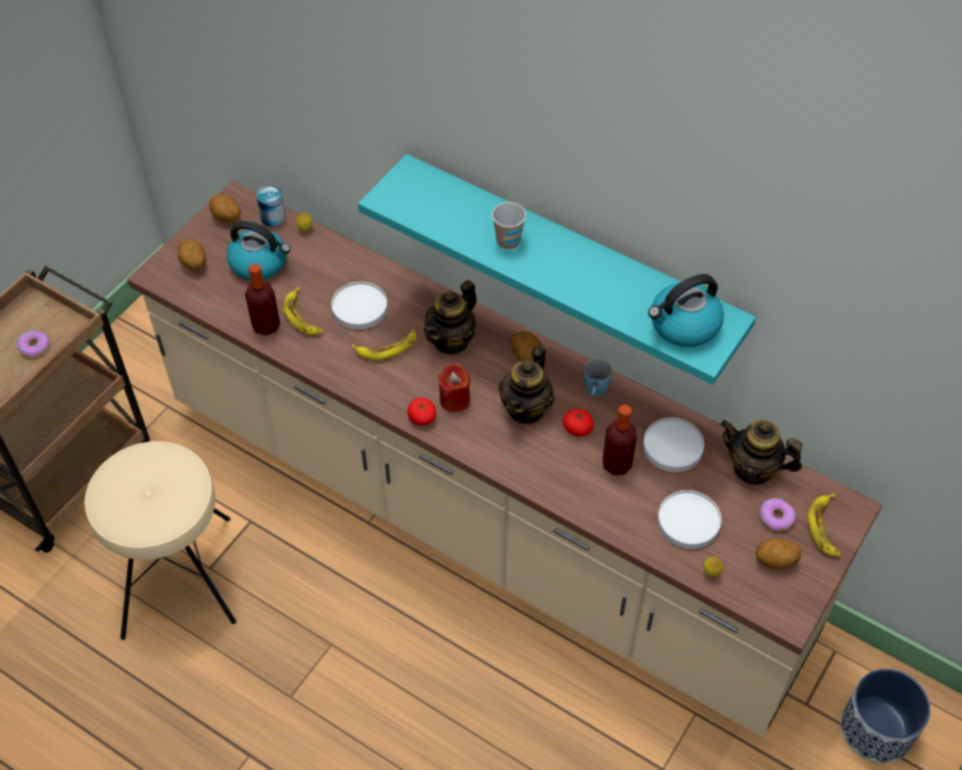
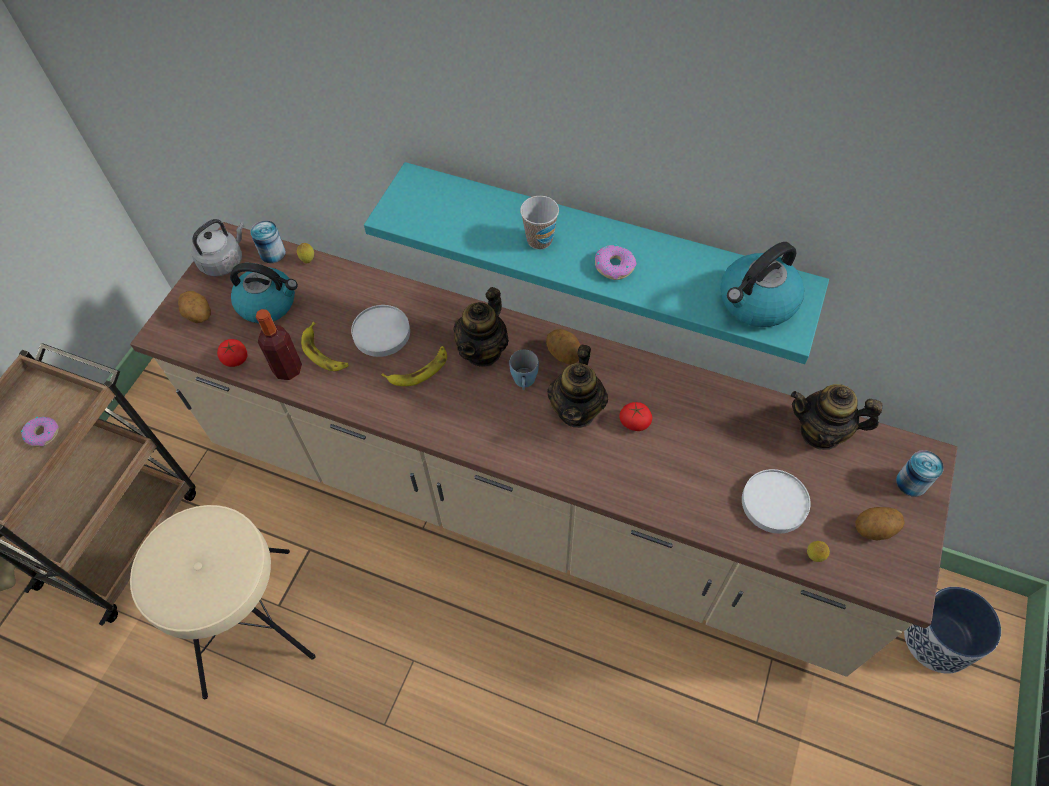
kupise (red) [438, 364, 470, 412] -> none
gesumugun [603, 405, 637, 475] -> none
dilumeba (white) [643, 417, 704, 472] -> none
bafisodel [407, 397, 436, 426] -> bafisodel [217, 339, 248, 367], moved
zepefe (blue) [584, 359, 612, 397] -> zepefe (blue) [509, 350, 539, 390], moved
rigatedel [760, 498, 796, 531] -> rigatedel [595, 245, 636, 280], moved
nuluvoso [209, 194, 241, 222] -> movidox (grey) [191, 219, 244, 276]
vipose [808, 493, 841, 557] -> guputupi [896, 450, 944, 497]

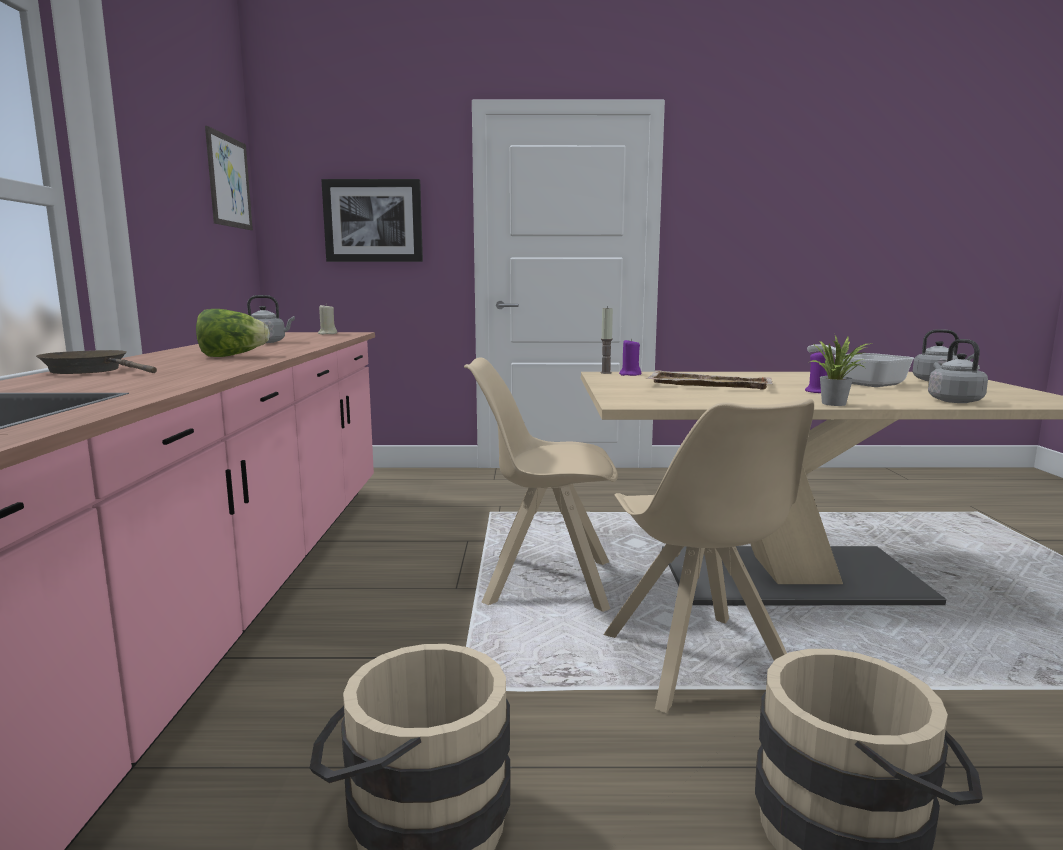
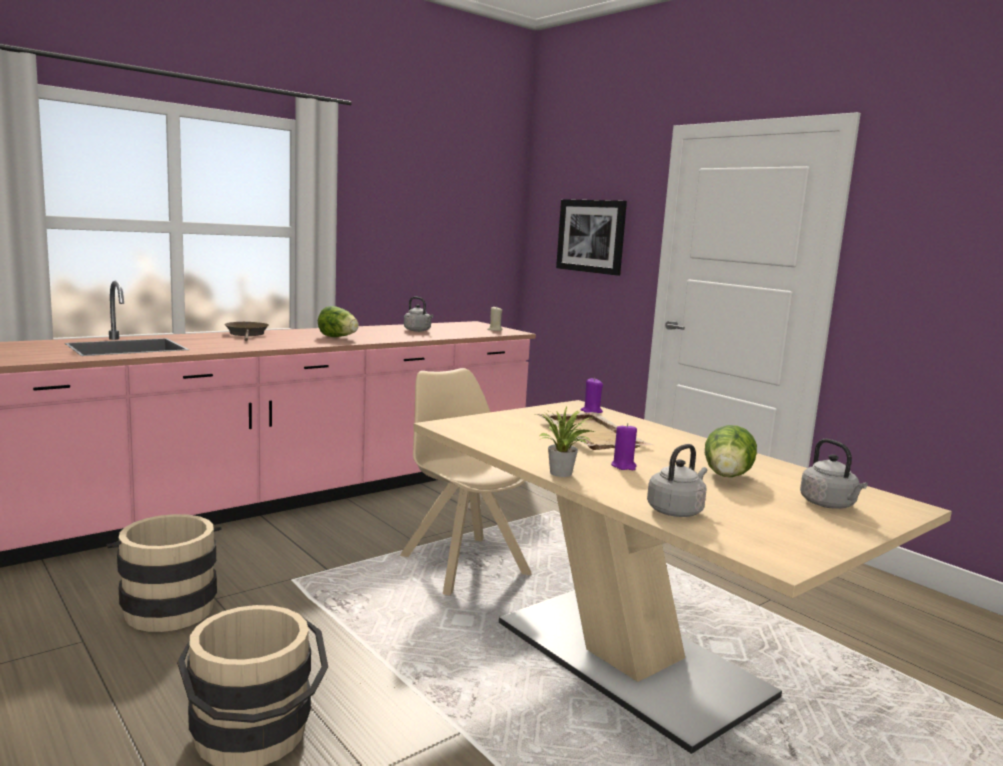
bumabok [205, 126, 253, 230] -> none
kupise [600, 306, 613, 374] -> none
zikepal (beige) [604, 398, 814, 713] -> none
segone [807, 344, 914, 387] -> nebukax [705, 425, 757, 477]

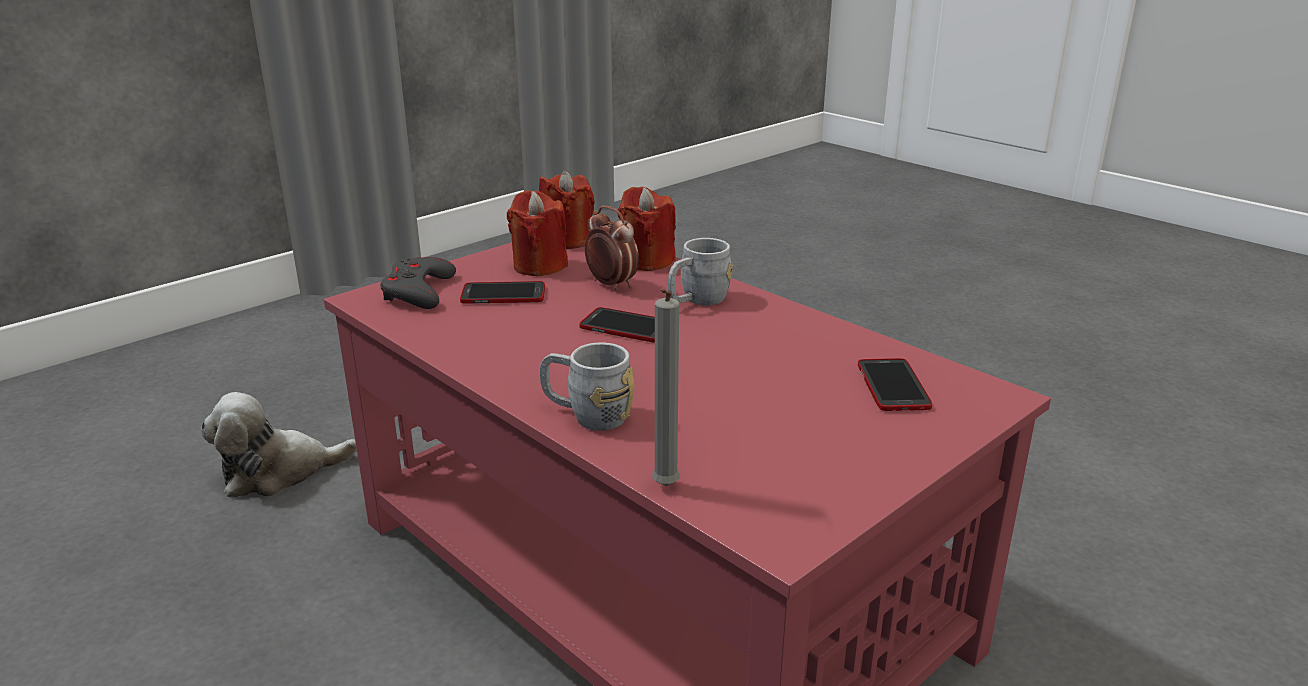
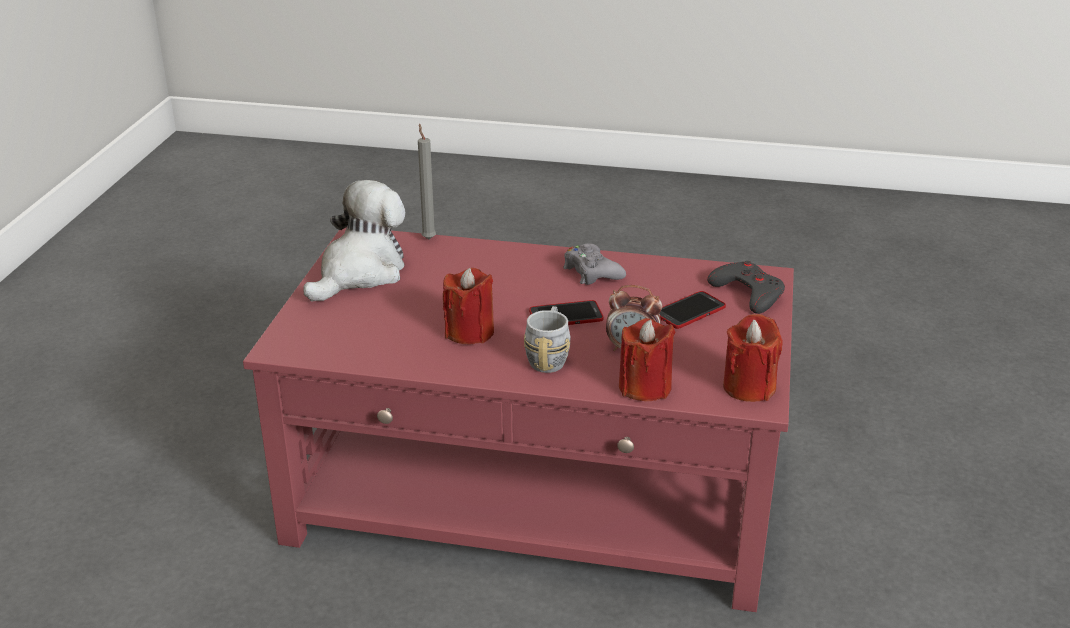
zepefe (grey) [540, 343, 634, 431] -> none
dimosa [858, 358, 932, 411] -> none
none -> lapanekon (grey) [563, 244, 626, 285]
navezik [201, 392, 357, 497] -> navezik [304, 180, 405, 302], moved
kupise (red) [507, 191, 568, 276] -> kupise (red) [443, 268, 494, 344], moved

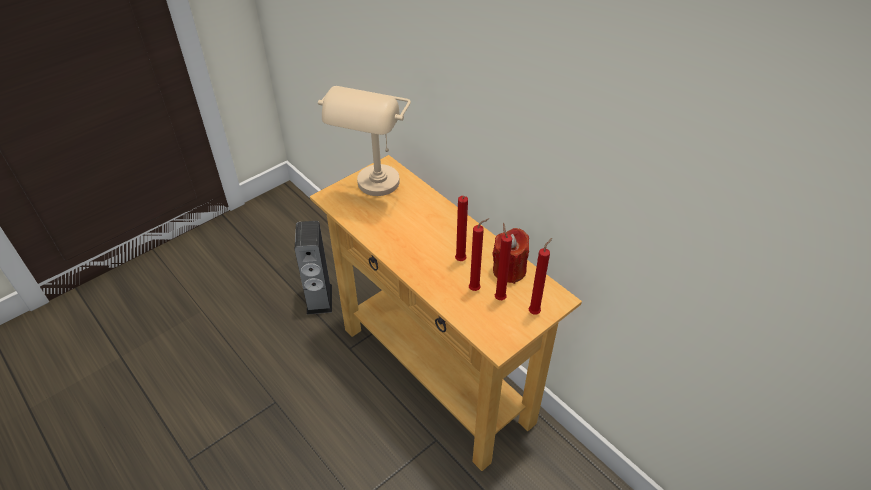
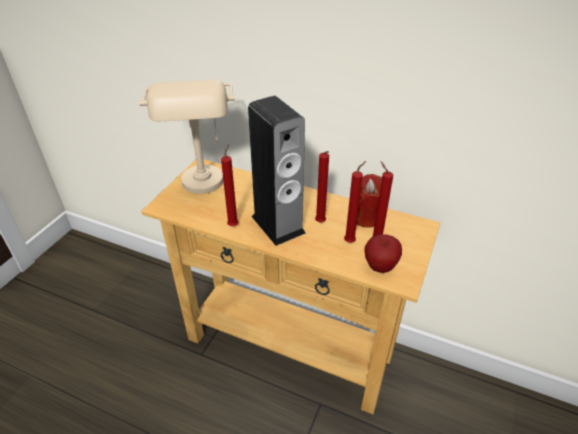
none -> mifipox [364, 234, 402, 273]
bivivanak [295, 221, 332, 315] -> bivivanak [248, 96, 306, 246], moved
kupise (red) [529, 238, 552, 314] -> kupise (red) [221, 145, 238, 226], moved

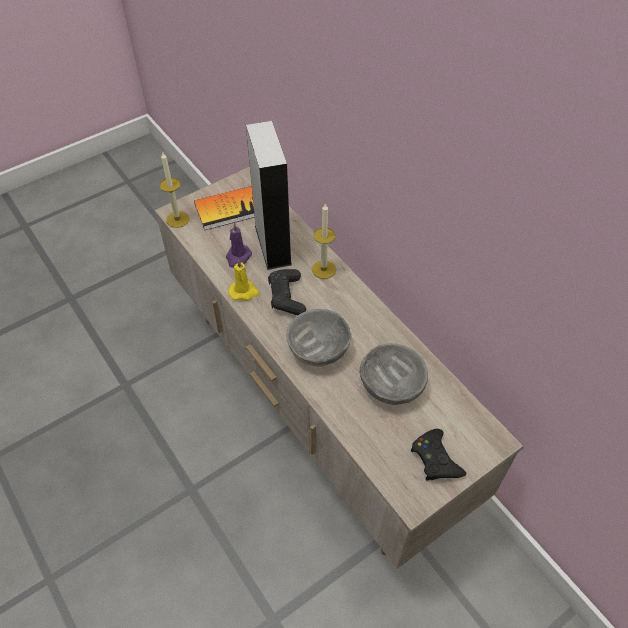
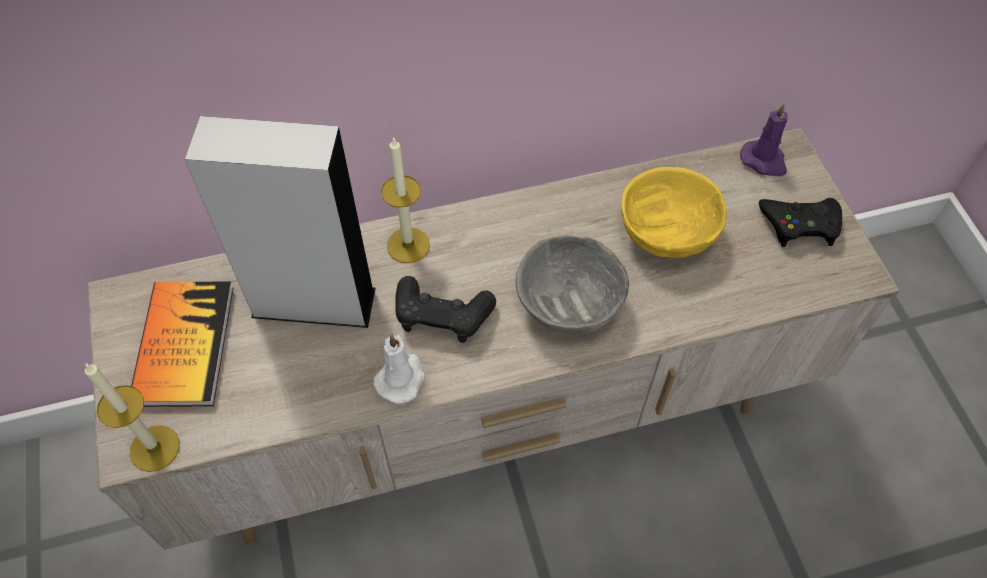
kupise (purple) [226, 223, 252, 268] -> kupise (purple) [740, 103, 788, 176], moved
kupise (yellow) [229, 259, 259, 301] -> kupise (white) [373, 334, 426, 404]
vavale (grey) [360, 343, 428, 405] -> vavale (yellow) [621, 167, 727, 258]

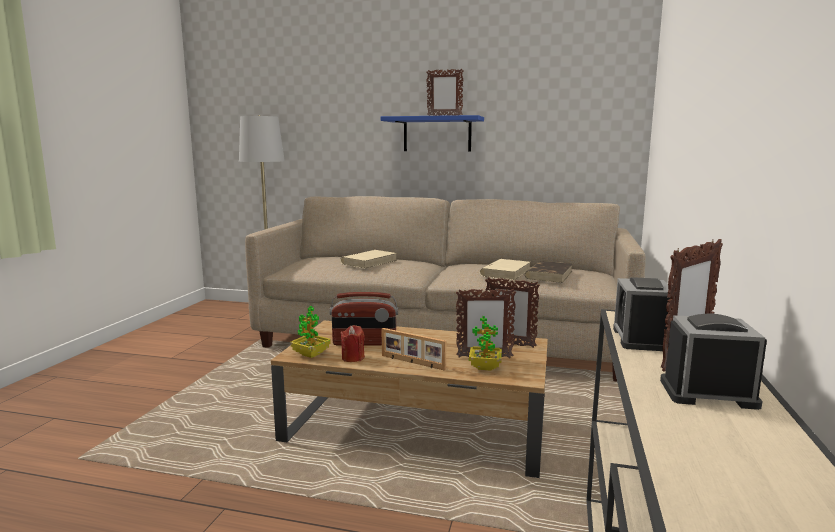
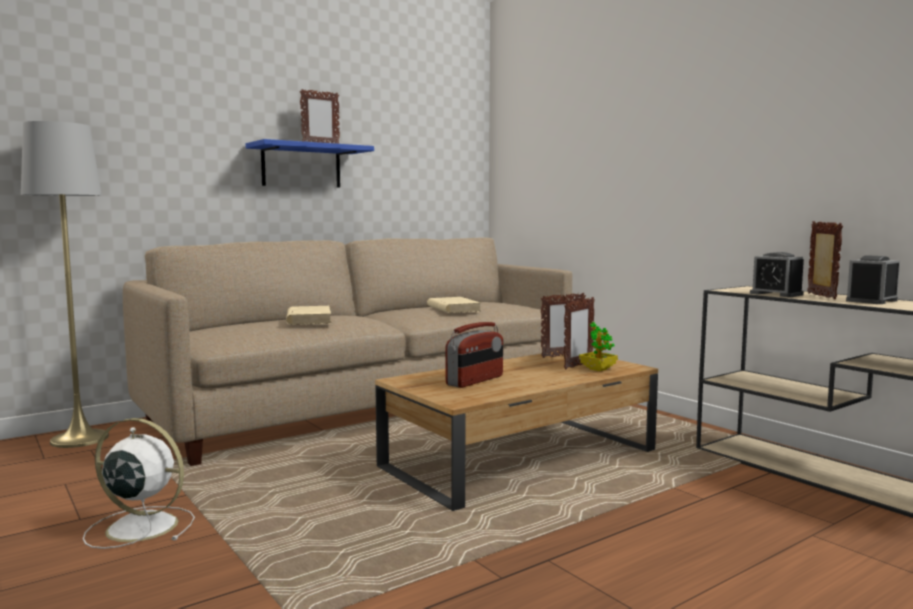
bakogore [291, 306, 331, 358] -> none
kupise (red) [340, 325, 365, 362] -> none
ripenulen [382, 328, 446, 371] -> none
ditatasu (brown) [525, 261, 572, 283] -> none
none -> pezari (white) [83, 418, 195, 549]

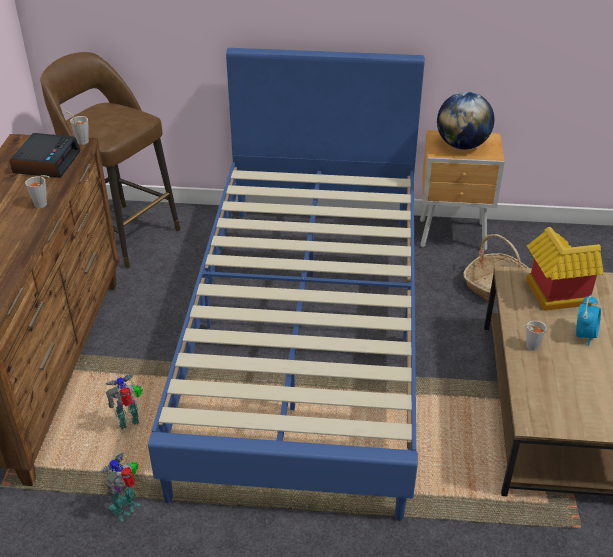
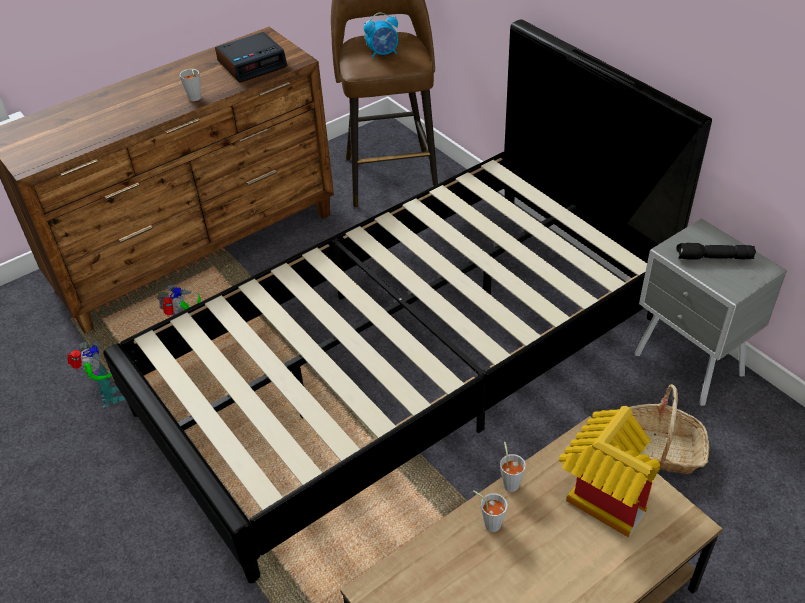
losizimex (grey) [65, 111, 89, 145] -> losizimex (grey) [500, 442, 526, 492], moved
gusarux [576, 295, 601, 346] -> gusarux [364, 12, 398, 59], moved
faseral [437, 92, 494, 149] -> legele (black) [676, 243, 756, 260]
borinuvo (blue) [148, 48, 425, 521] -> borinuvo (black) [103, 19, 712, 583]
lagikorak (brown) [420, 130, 505, 251] -> lagikorak (grey) [635, 218, 787, 406]
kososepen [99, 453, 140, 521] -> kososepen [68, 340, 125, 407], 75 degrees clockwise

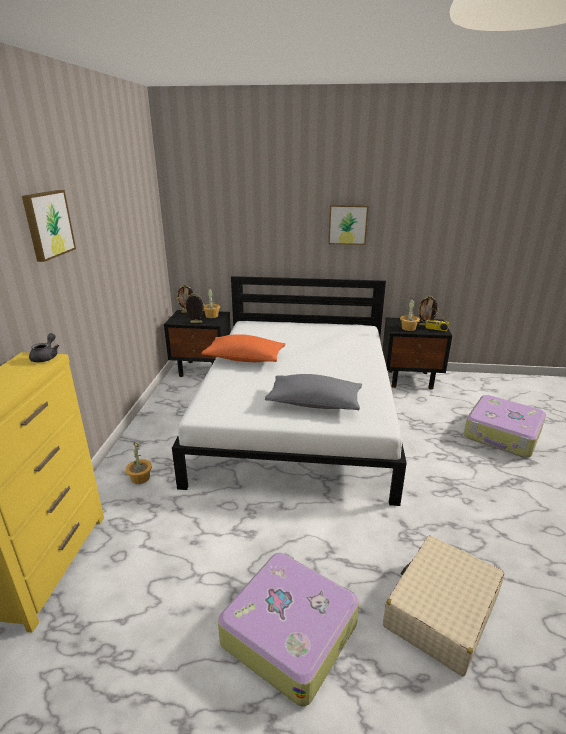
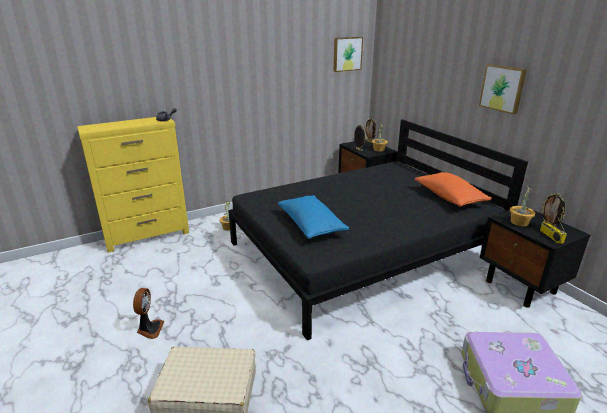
bumabok [22, 190, 76, 262] -> bumabok [333, 37, 363, 72], moved
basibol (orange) [201, 334, 285, 362] -> basibol (orange) [415, 172, 492, 207], moved
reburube [218, 552, 359, 707] -> pezari [133, 288, 164, 339]
borinuvo (white) [172, 276, 407, 506] -> borinuvo (black) [228, 119, 528, 340]
basibol (grey) [265, 374, 362, 410] -> basibol (blue) [278, 195, 349, 239]

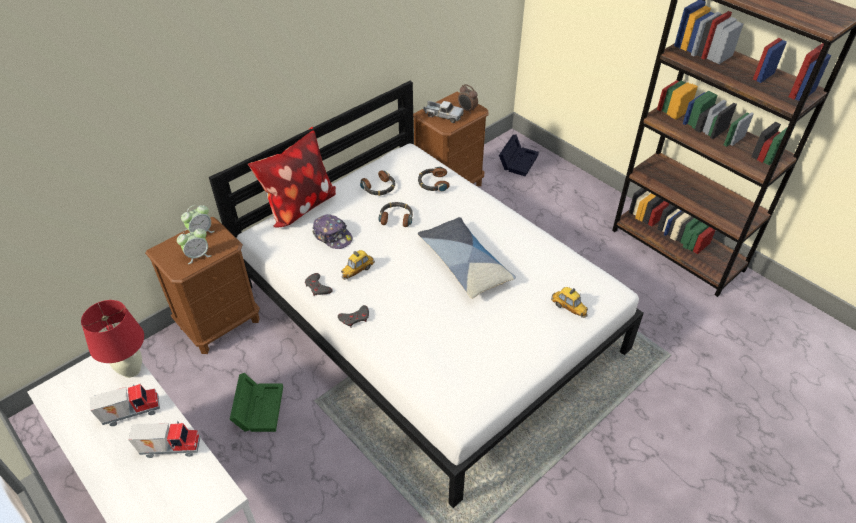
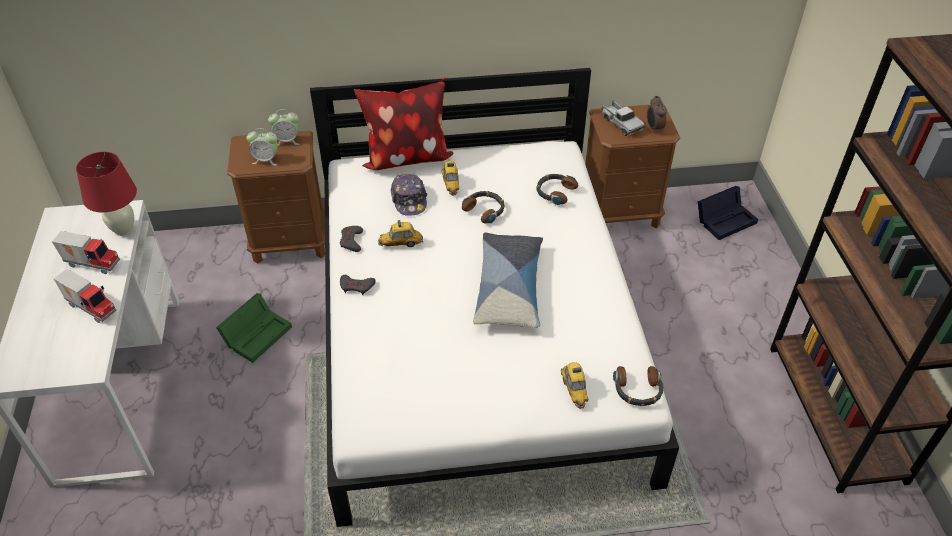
none -> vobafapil [442, 161, 459, 196]
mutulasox [360, 171, 395, 196] -> mutulasox [613, 366, 663, 406], moved

